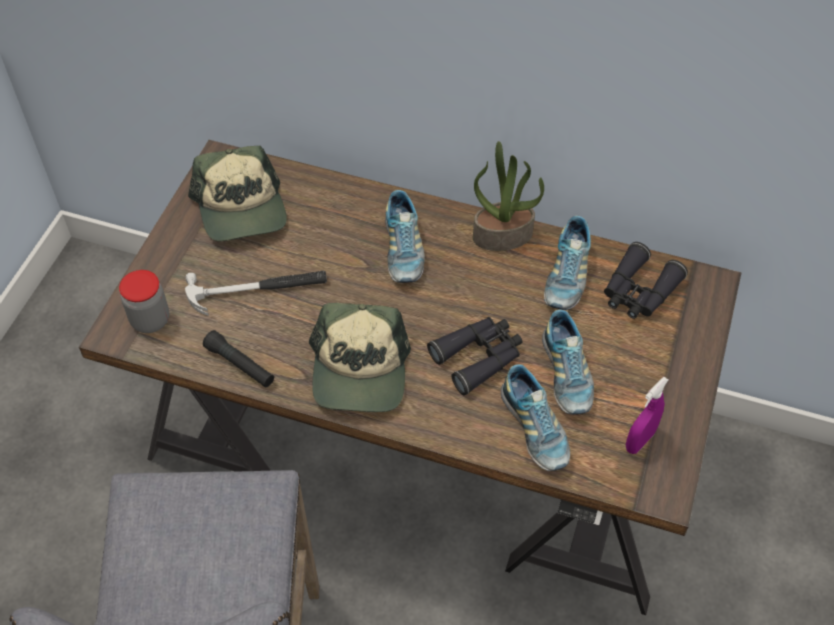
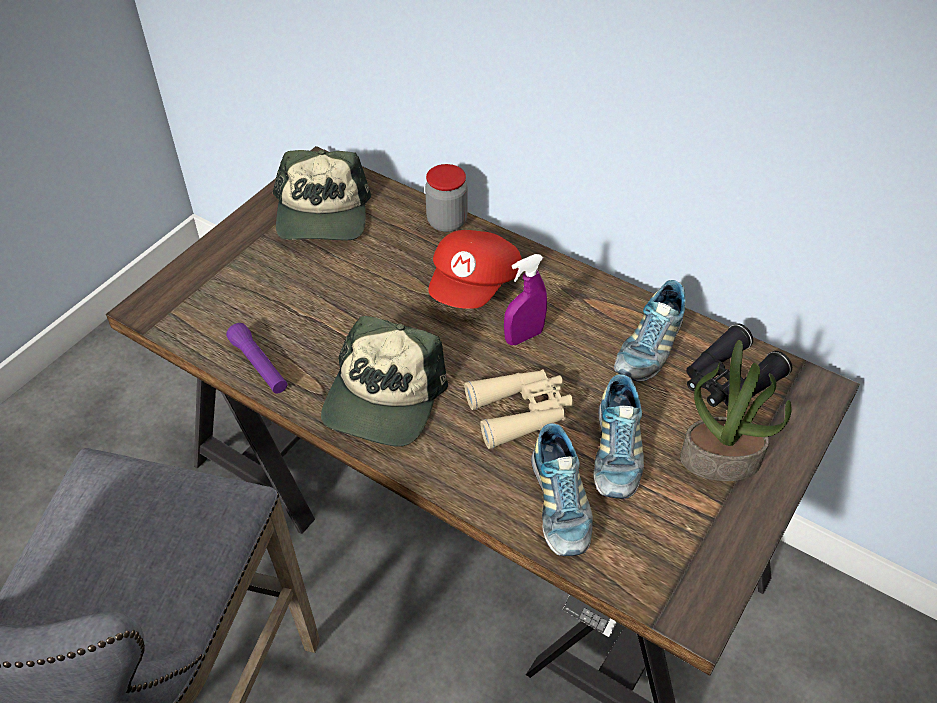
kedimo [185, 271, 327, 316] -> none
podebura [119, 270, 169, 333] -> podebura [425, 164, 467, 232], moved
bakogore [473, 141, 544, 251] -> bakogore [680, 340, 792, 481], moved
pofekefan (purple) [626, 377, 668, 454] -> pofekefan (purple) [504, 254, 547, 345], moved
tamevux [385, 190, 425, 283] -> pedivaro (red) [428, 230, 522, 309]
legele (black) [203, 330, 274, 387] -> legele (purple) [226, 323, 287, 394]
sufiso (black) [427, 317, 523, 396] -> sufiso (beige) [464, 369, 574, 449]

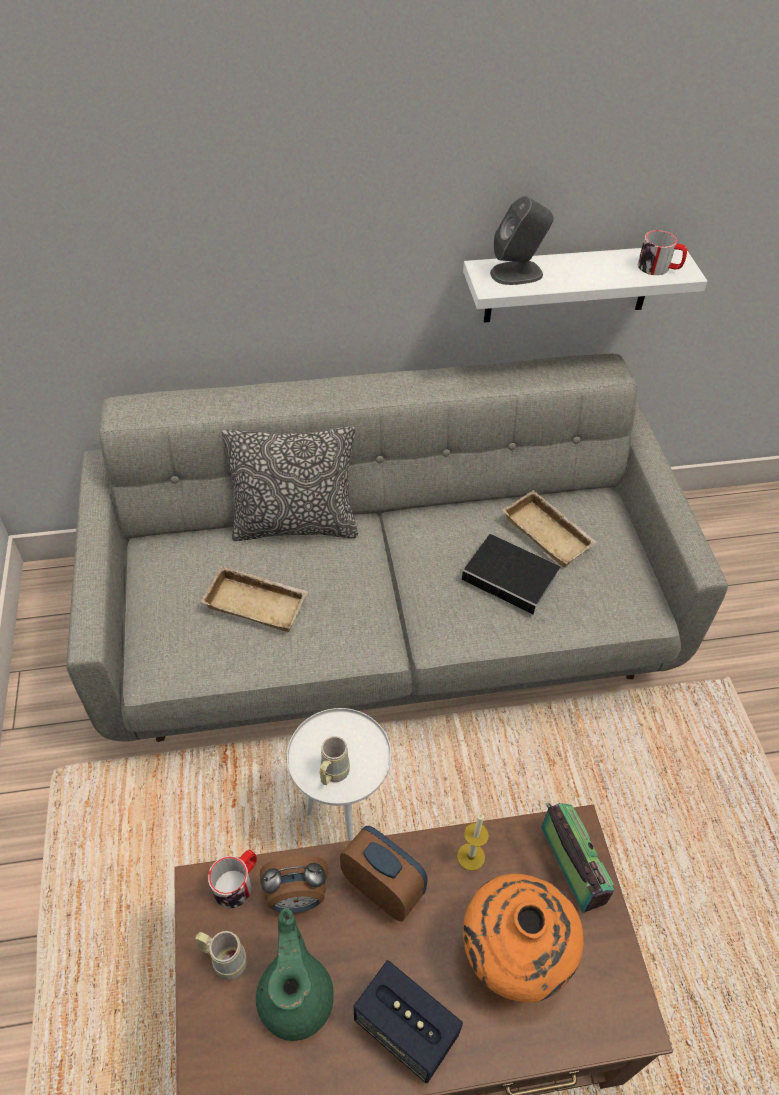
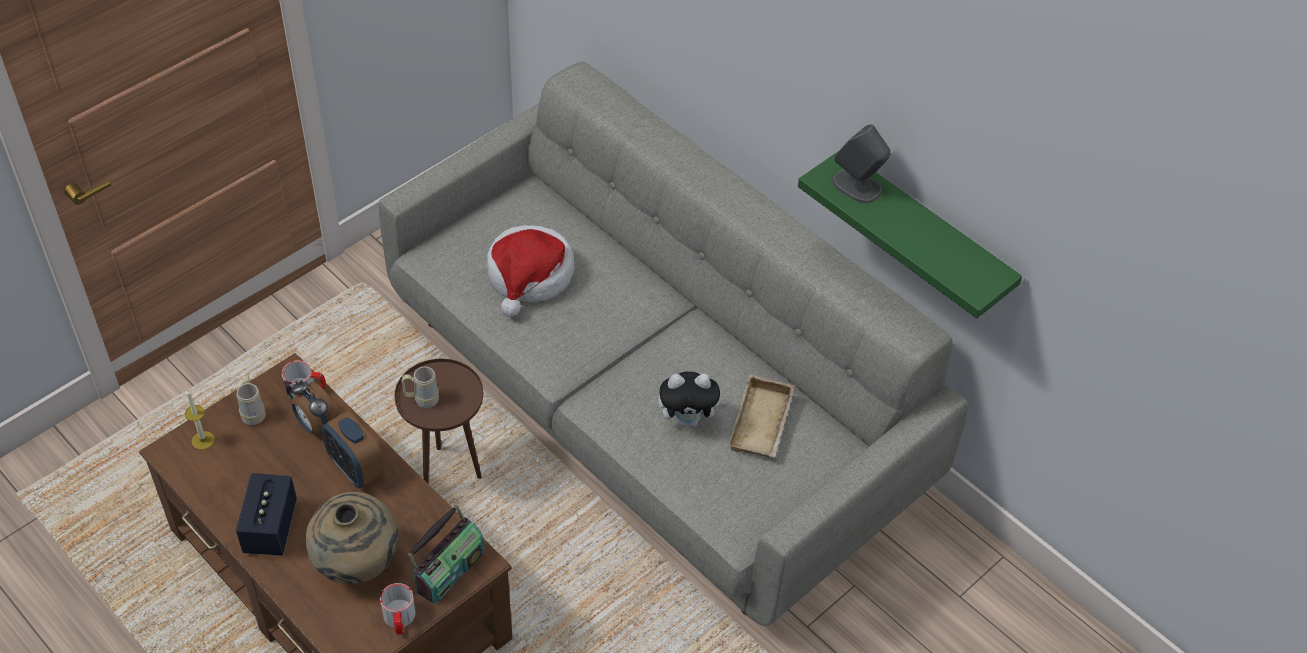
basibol [222, 426, 358, 541] -> none
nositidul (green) [256, 908, 334, 1041] -> none
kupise [457, 813, 489, 871] -> kupise [185, 389, 215, 450], moved
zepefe [637, 230, 687, 275] -> zepefe [380, 583, 416, 635], moved
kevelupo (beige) [201, 566, 308, 632] -> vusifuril [487, 225, 574, 317]
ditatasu [462, 534, 560, 619] -> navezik [658, 371, 727, 428]
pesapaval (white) [287, 708, 391, 841] -> pesapaval (brown) [394, 359, 483, 484]
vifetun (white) [463, 248, 707, 323] -> vifetun (green) [798, 152, 1022, 319]
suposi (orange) [463, 874, 584, 1003] -> suposi (beige) [306, 492, 399, 584]
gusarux [340, 826, 428, 922] -> gusarux [321, 411, 384, 488], 135 degrees clockwise

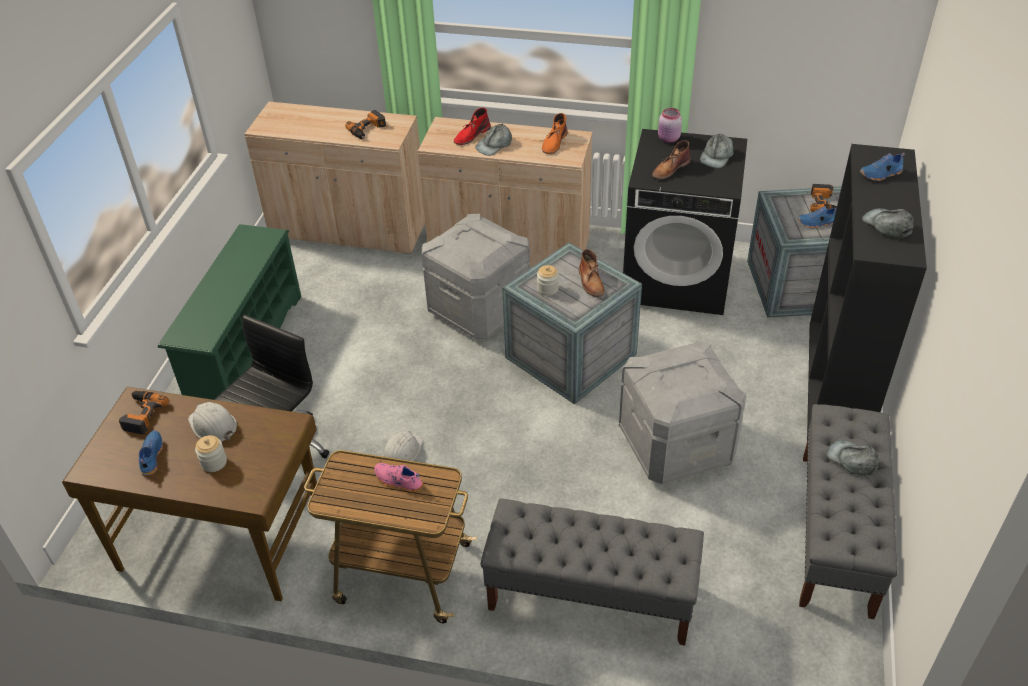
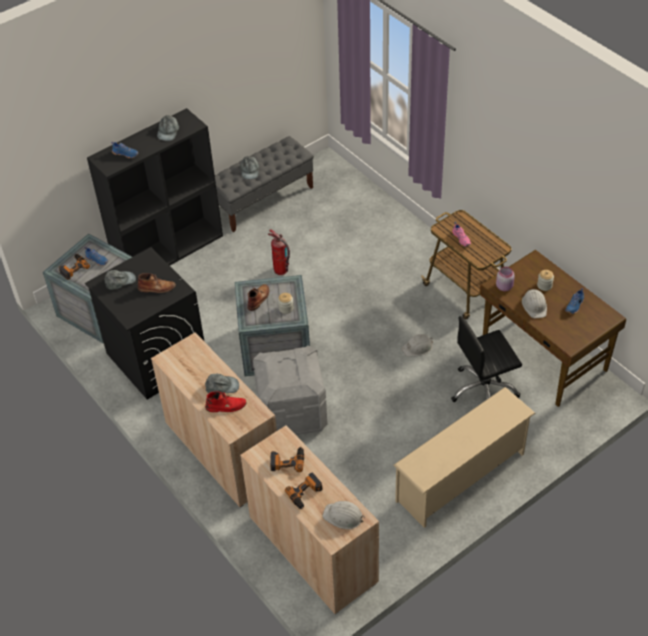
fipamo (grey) [480, 498, 704, 646] -> none
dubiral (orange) [542, 113, 568, 154] -> none
none -> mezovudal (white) [322, 501, 365, 529]
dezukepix [119, 391, 169, 435] -> dezukepix [285, 473, 323, 509], moved
podebura (pink) [658, 108, 682, 143] -> podebura (pink) [496, 267, 515, 291], moved
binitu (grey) [619, 340, 746, 484] -> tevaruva [268, 229, 290, 275]
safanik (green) [158, 224, 301, 400] -> safanik (beige) [394, 387, 535, 528]

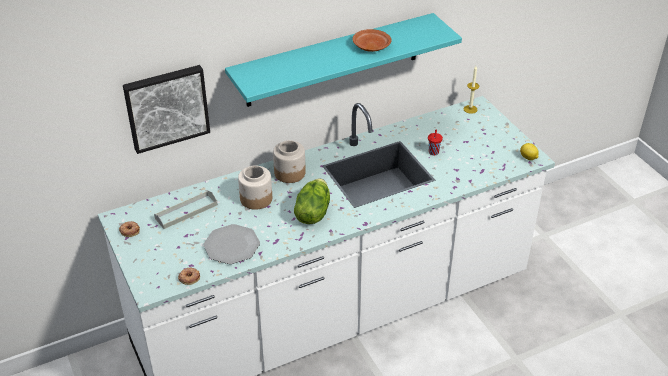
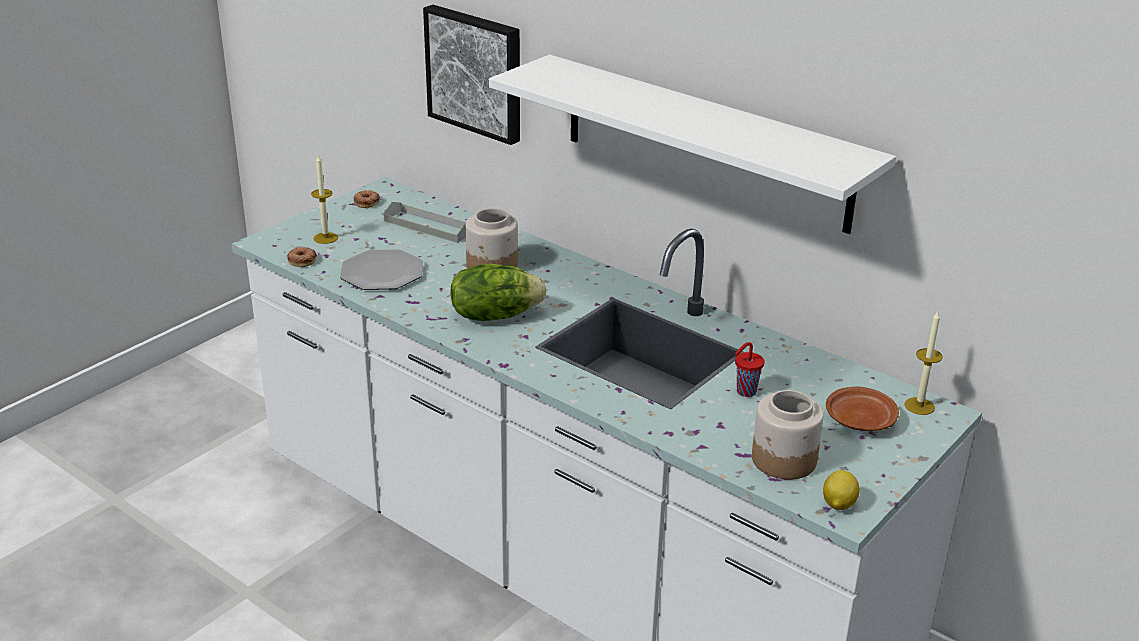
none -> kupise [311, 155, 338, 244]
podebura [273, 140, 306, 183] -> podebura [752, 390, 824, 480], moved
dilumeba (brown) [352, 29, 392, 52] -> dilumeba (brown) [826, 387, 899, 431], moved
vifetun (turquoise) [225, 13, 462, 107] -> vifetun (white) [489, 55, 896, 234]

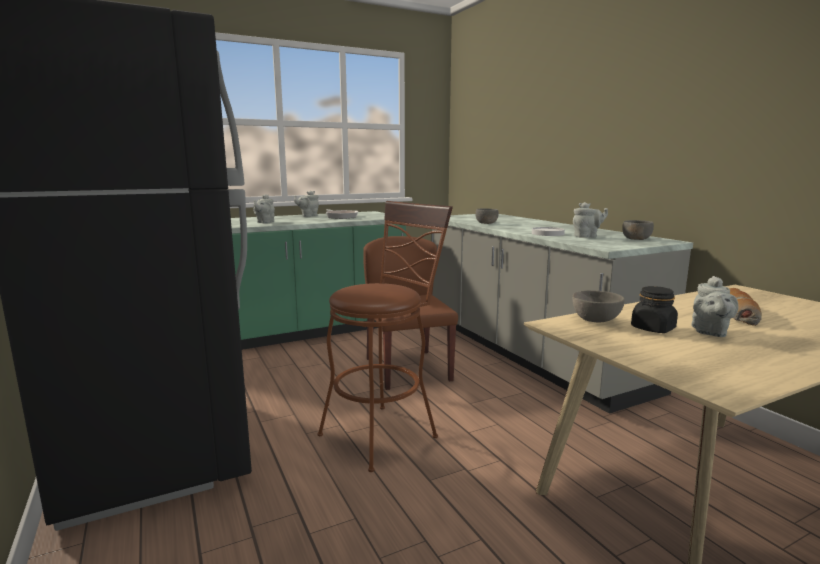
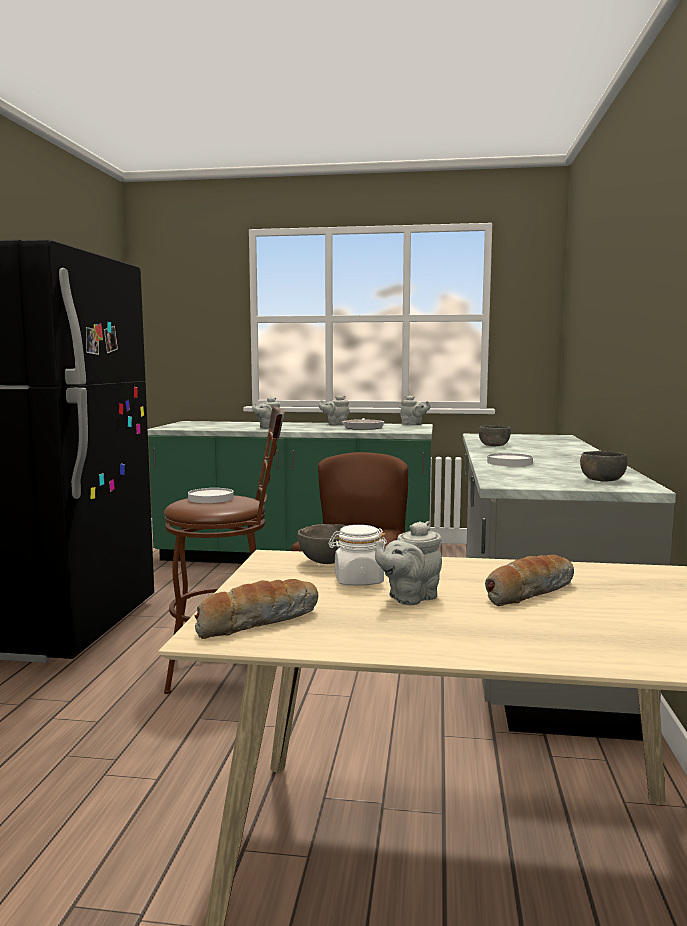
none -> dilumeba (white) [188, 488, 234, 503]
none -> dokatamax [194, 579, 318, 639]
nositidul (grey) [573, 202, 608, 238] -> nositidul (grey) [400, 396, 431, 425], moved
podebura (black) [631, 286, 678, 333] -> podebura (white) [328, 525, 387, 586]

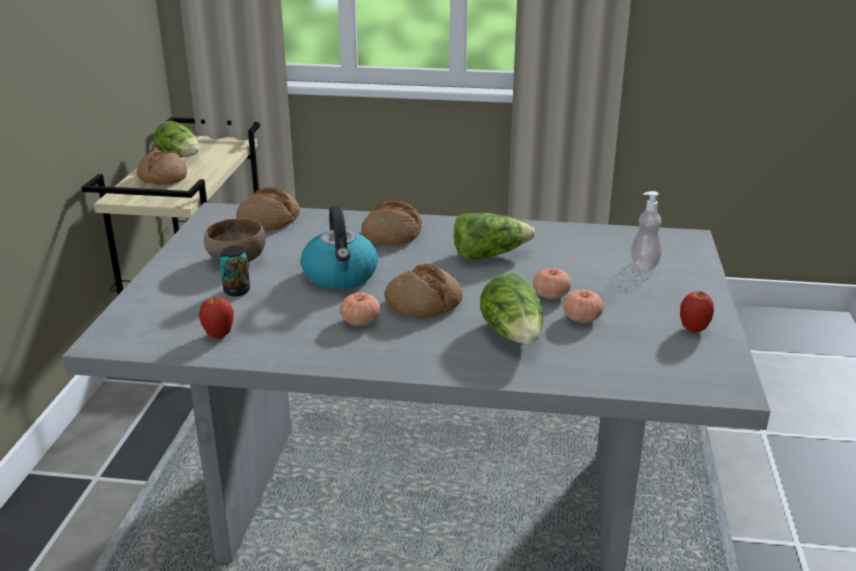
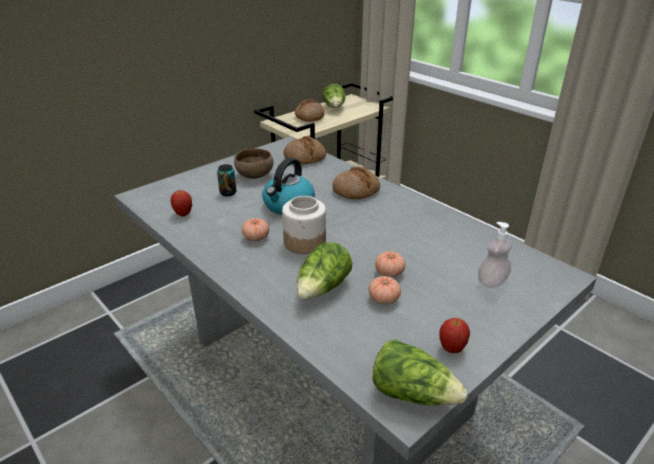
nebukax [454, 213, 535, 260] -> nebukax [373, 339, 467, 405], moved
dokatamax [385, 264, 463, 318] -> podebura [282, 196, 326, 254]

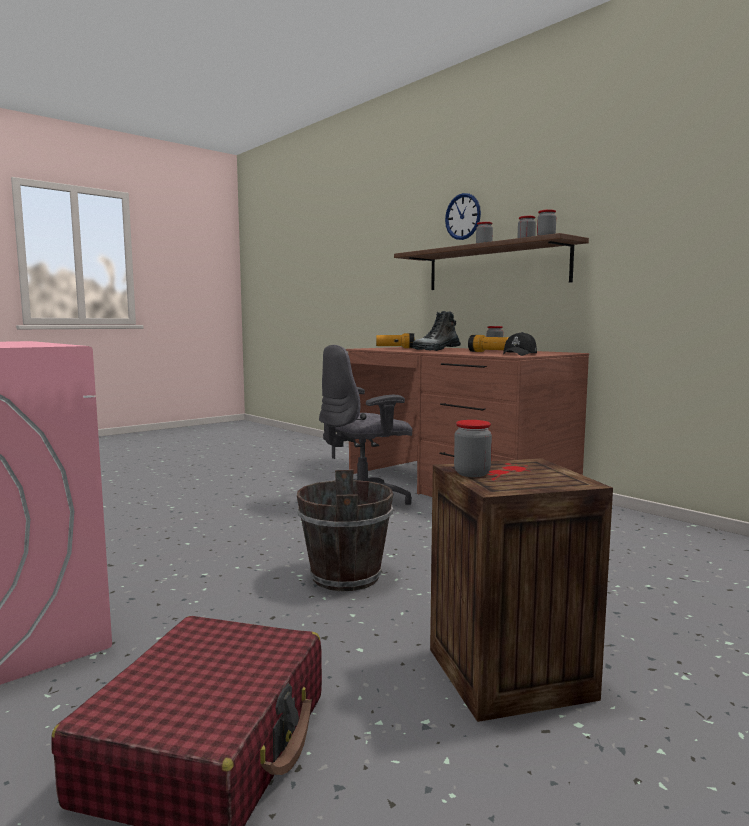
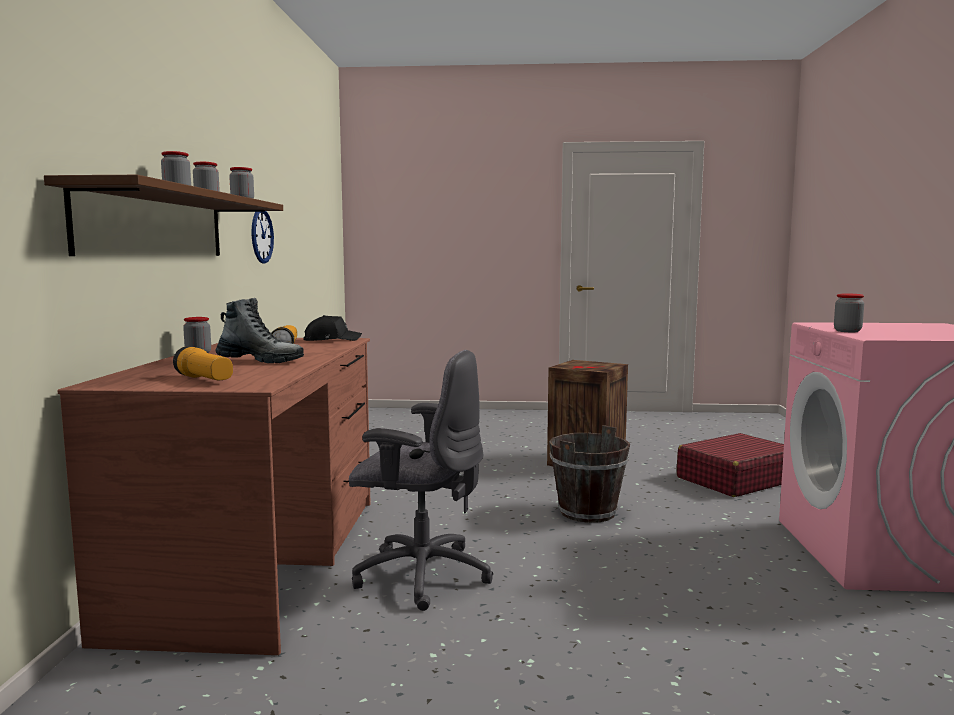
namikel [445, 193, 481, 240] -> namikel [252, 211, 274, 264], moved
podebura [454, 420, 492, 477] -> podebura [834, 294, 864, 332], moved

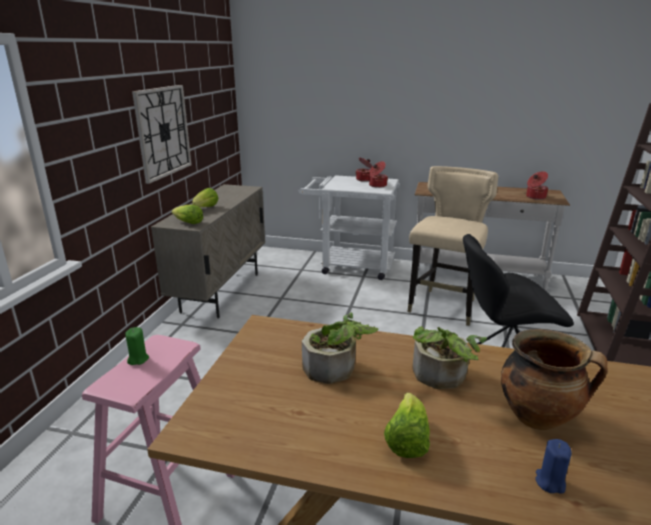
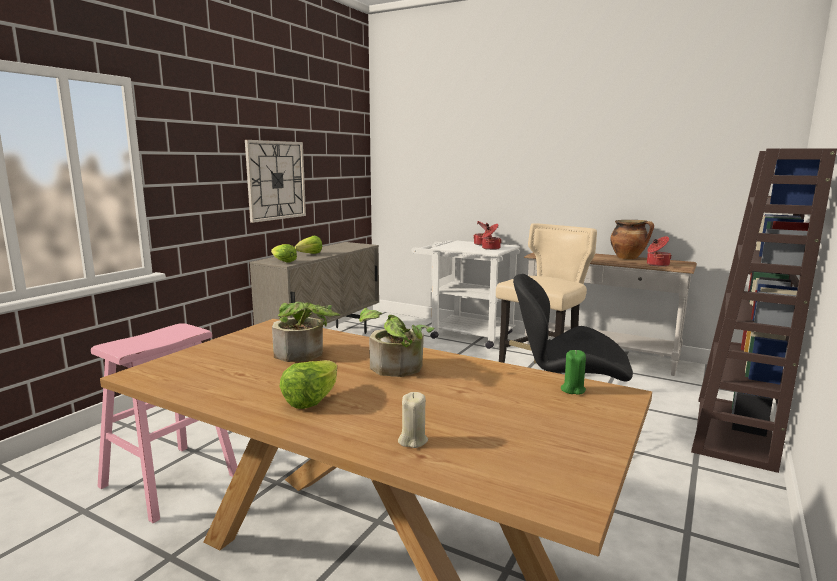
kupise (green) [125, 327, 149, 365] -> kupise (green) [561, 350, 586, 395], moved
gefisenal [501, 329, 607, 430] -> gefisenal [611, 220, 654, 259], moved
kupise (blue) [536, 439, 572, 494] -> kupise (beige) [398, 392, 428, 448]

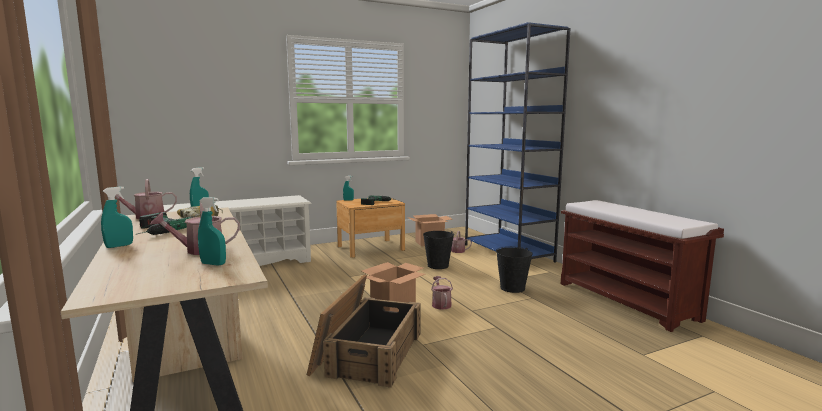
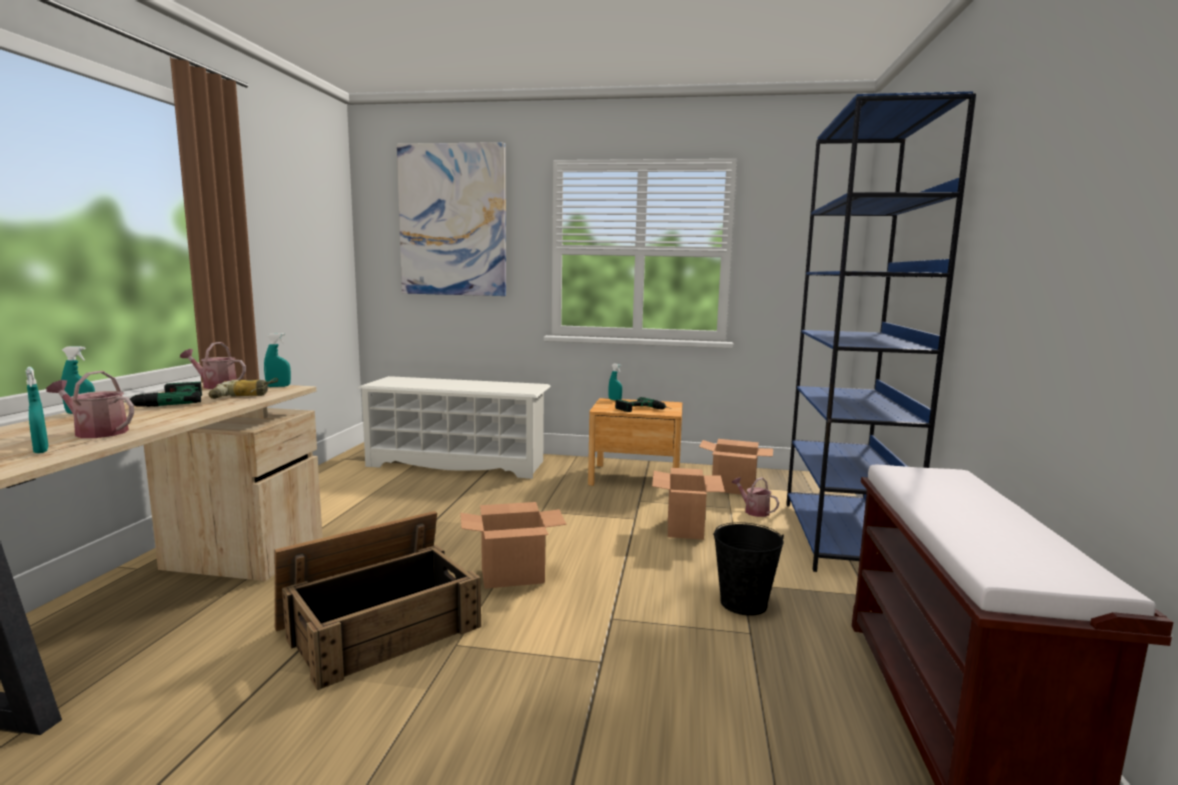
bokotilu [431, 276, 453, 310] -> none
none -> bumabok [397, 142, 506, 296]
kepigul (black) [423, 231, 454, 269] -> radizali [652, 468, 725, 540]

